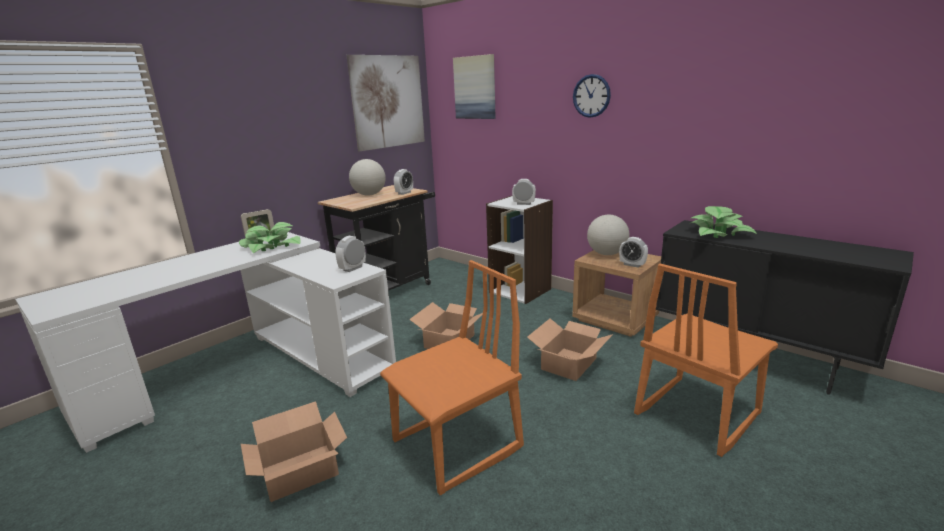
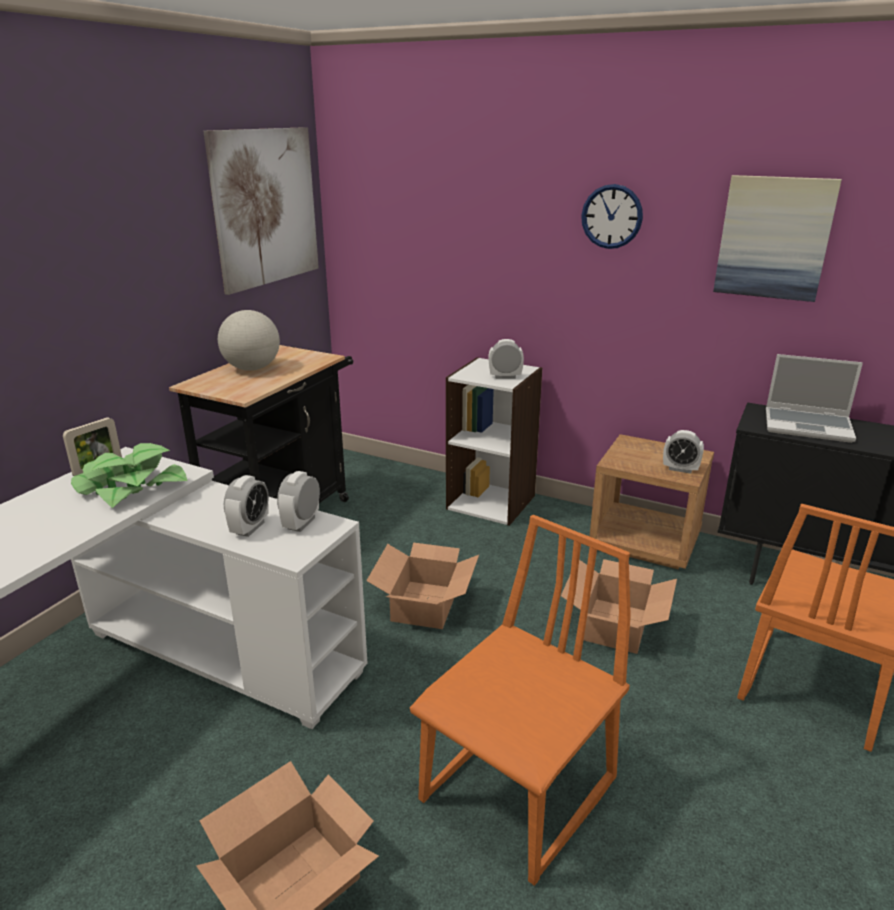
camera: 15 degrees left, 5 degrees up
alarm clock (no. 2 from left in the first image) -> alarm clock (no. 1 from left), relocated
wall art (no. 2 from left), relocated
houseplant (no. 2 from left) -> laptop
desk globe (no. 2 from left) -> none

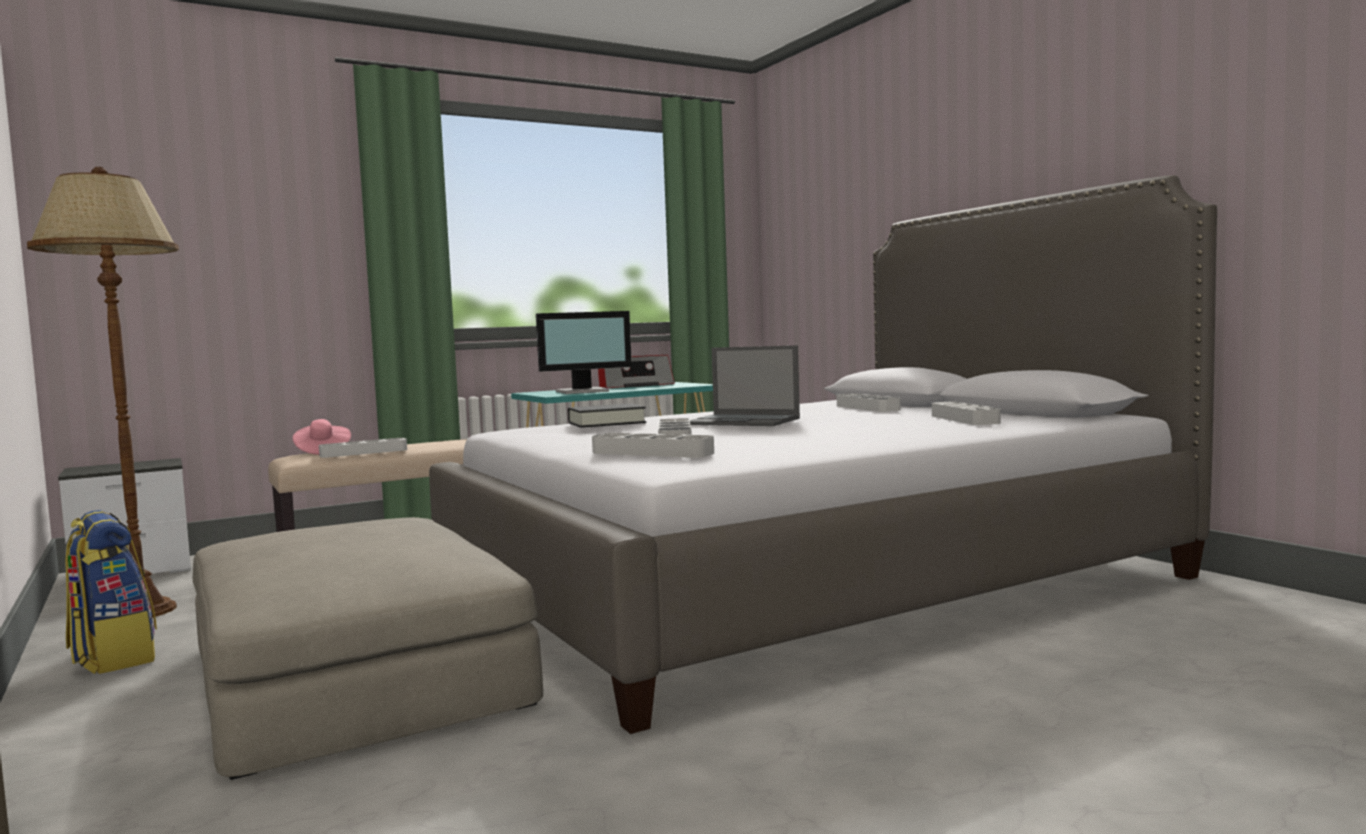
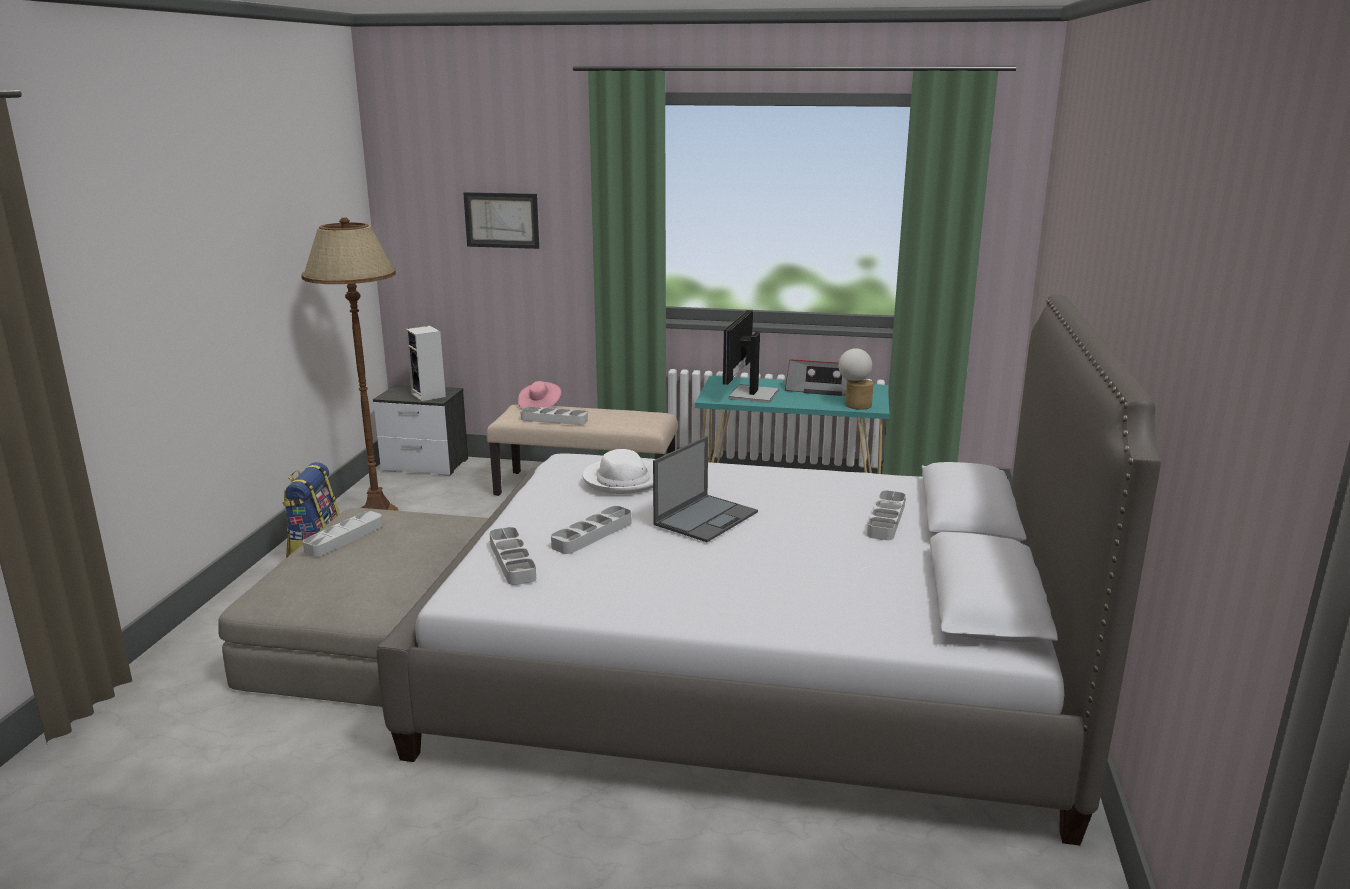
camera: 40 degrees right, 15 degrees up
greyish serving tray (no. 5 from left in the first image) -> greyish serving tray (no. 1 from left), relocated
none -> speaker
none -> wall art
black-coloured book -> white clothing hat
laptop, 120 degrees counterclockwise
computer screen, 90 degrees clockwise
none -> lamp for a table

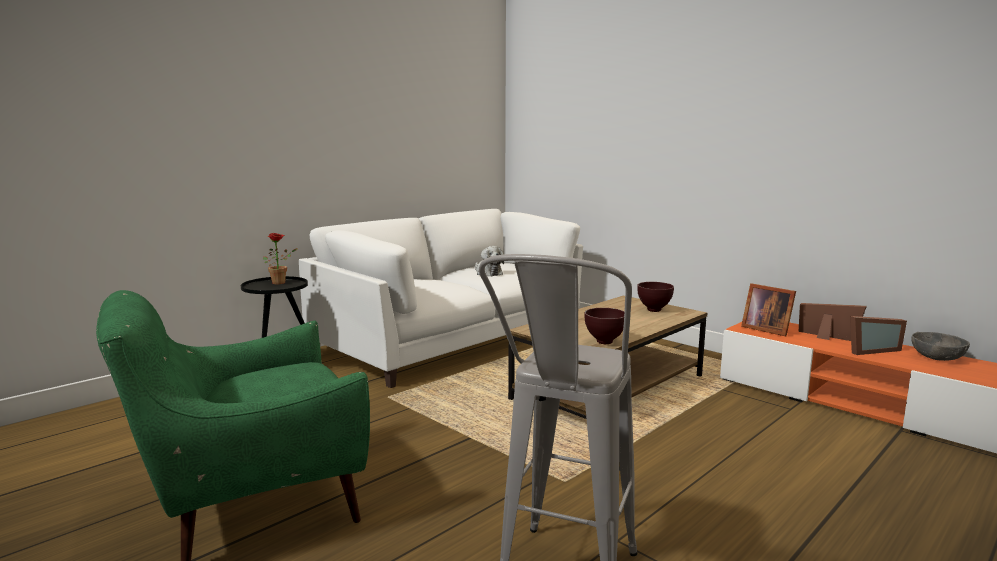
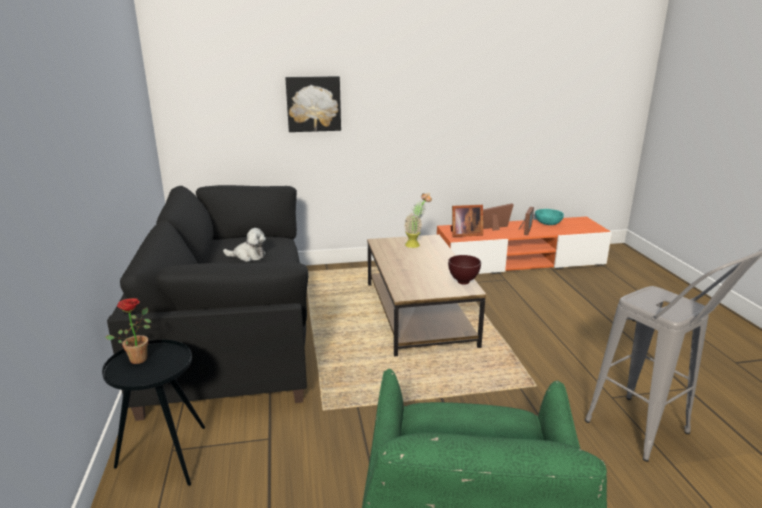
camera: 55 degrees left, 10 degrees up
white settee -> black-coloured settee
none -> wall art
brownish deep dish (no. 2 from left) -> houseplant (no. 2 from left)
greyish deep dish -> blue-green deep dish

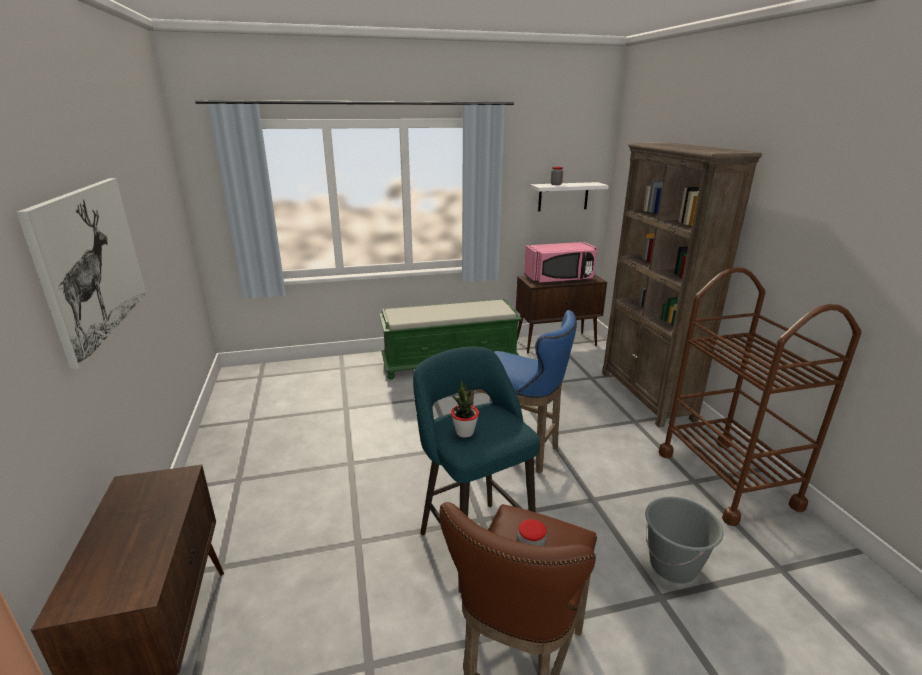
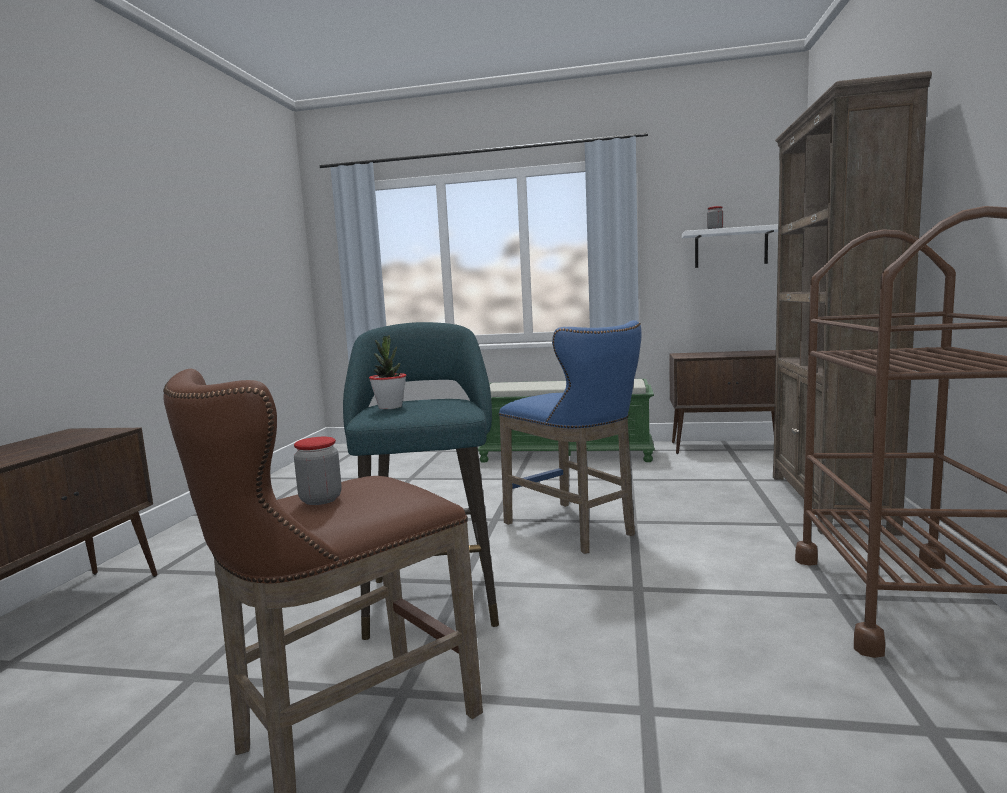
camera: 25 degrees right, 15 degrees down
wall art -> none
pink kitchen microwave -> none
greyish pail -> none

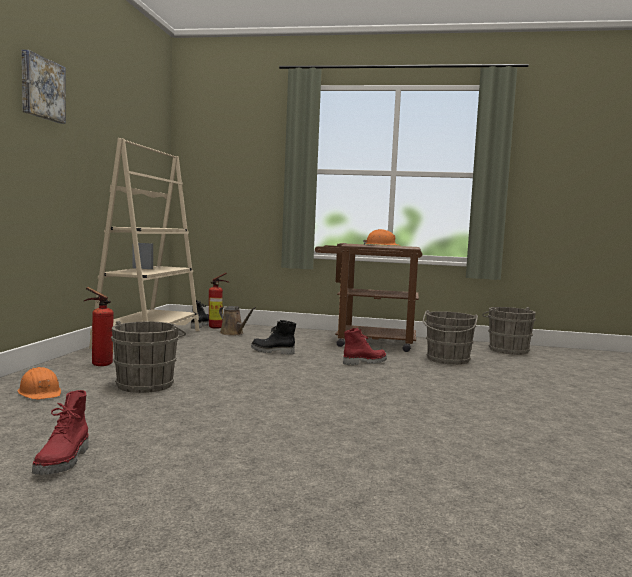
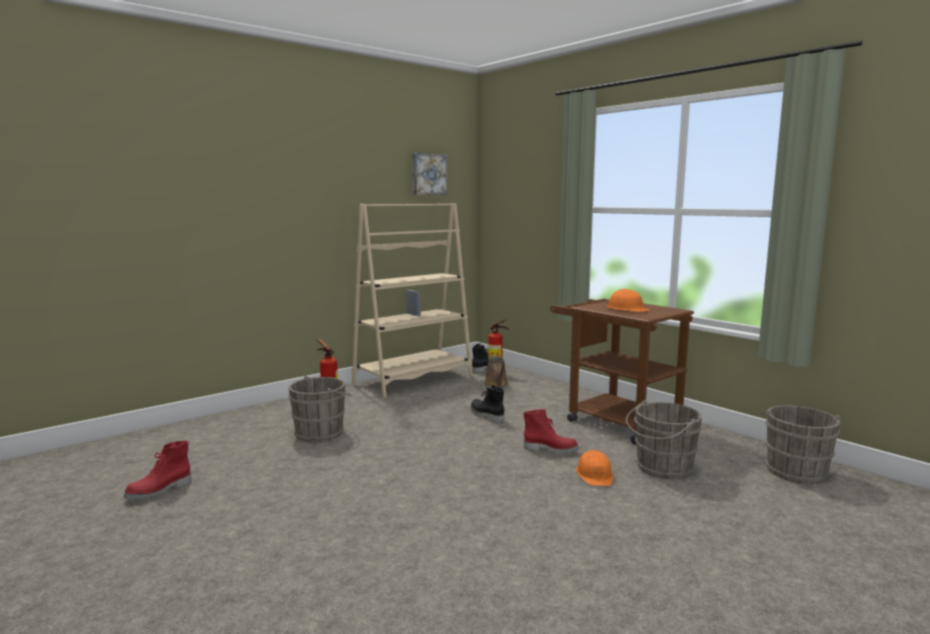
camera: 40 degrees right, 5 degrees up
wall art, relocated
orange-coloured work helmet (no. 1 from left), relocated

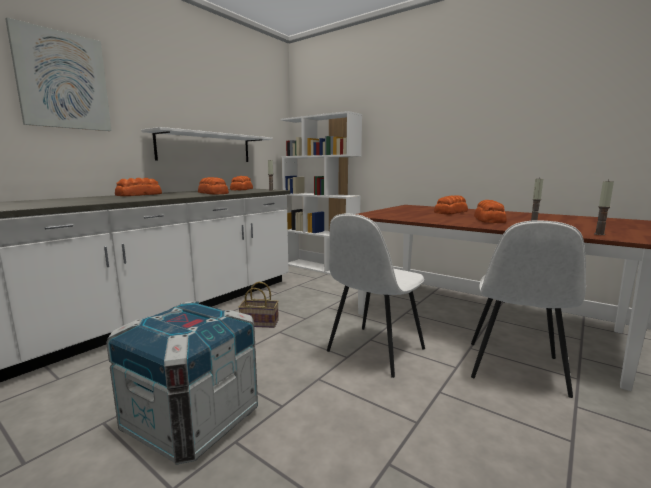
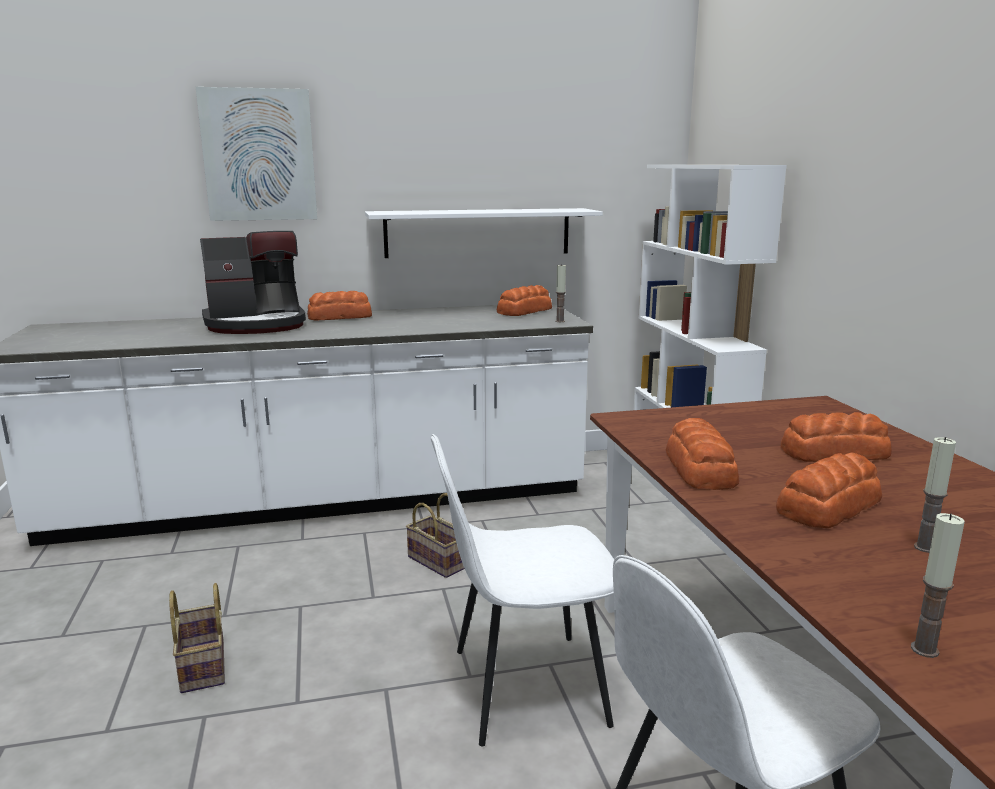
camera: 40 degrees right, 5 degrees up
packing crate -> household basket (no. 1 from left)
none -> coffee machine
bakery bread (no. 2 from left in the first image) -> bakery bread (no. 3 from left), relocated

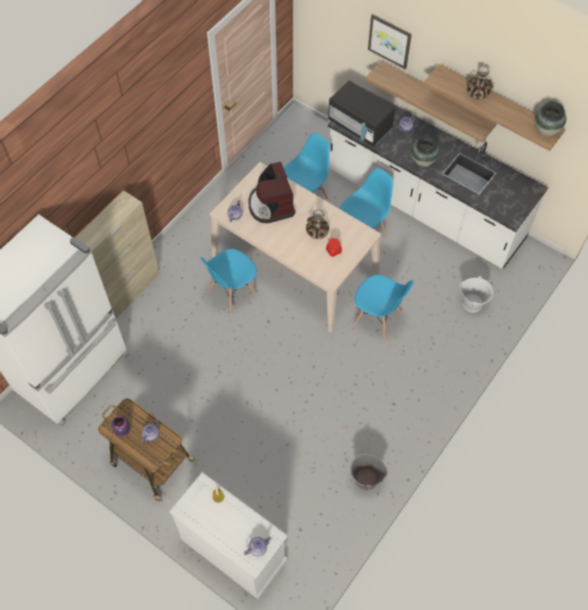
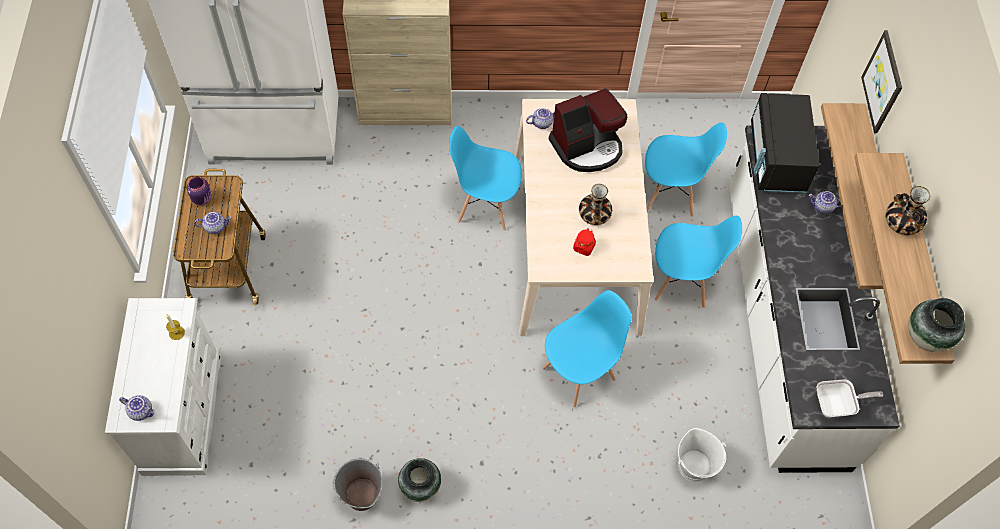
camera: 50 degrees right, 0 degrees up
decorative vase (no. 2 from left in the first image) -> decorative vase (no. 1 from left), relocated
bluish chair (no. 4 from left in the first image) -> bluish chair (no. 2 from left), 120 degrees counterclockwise
coffee machine, 150 degrees counterclockwise
none -> pan

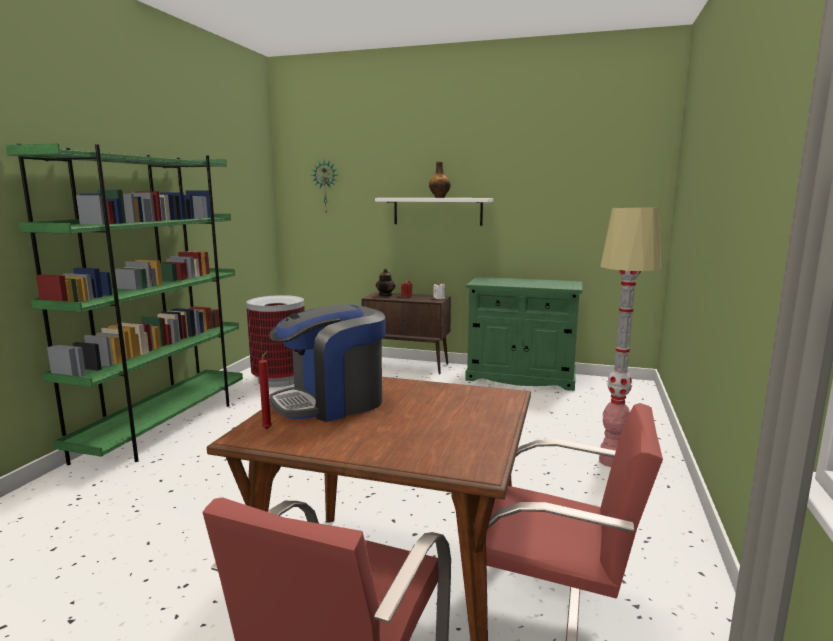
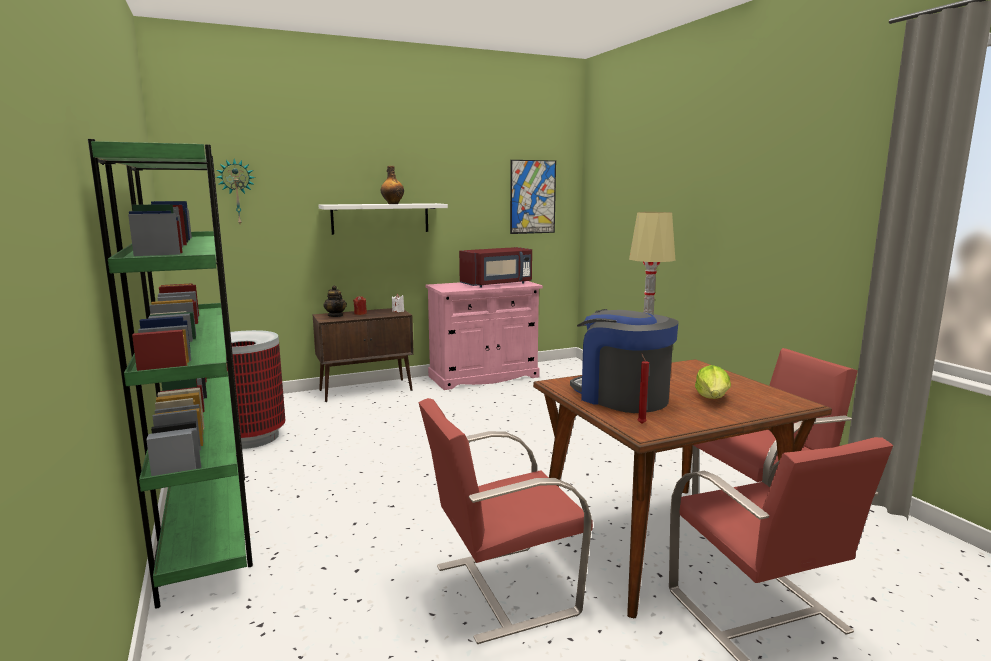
camera: 40 degrees left, 0 degrees up
none -> reddish chair (no. 1 from left)
green cabinet -> pink cabinet
none -> reddish kitchen microwave
none -> wall art
coffee machine, 120 degrees clockwise
none -> head of lettuce

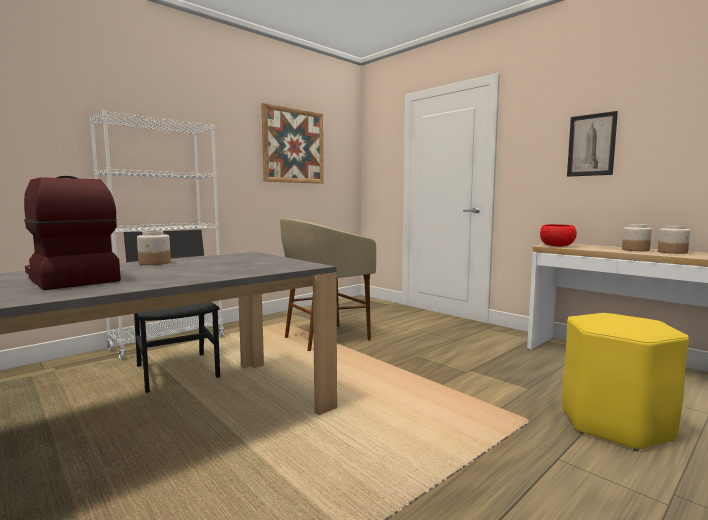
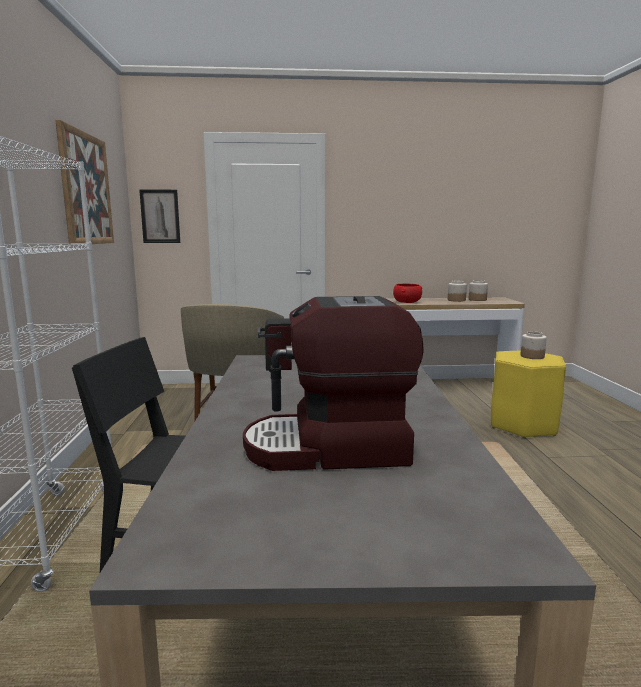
camera: 50 degrees left, 5 degrees up
wall art (no. 2 from left), relocated
storage jar (no. 1 from left in the first image) -> storage jar (no. 3 from left), relocated

